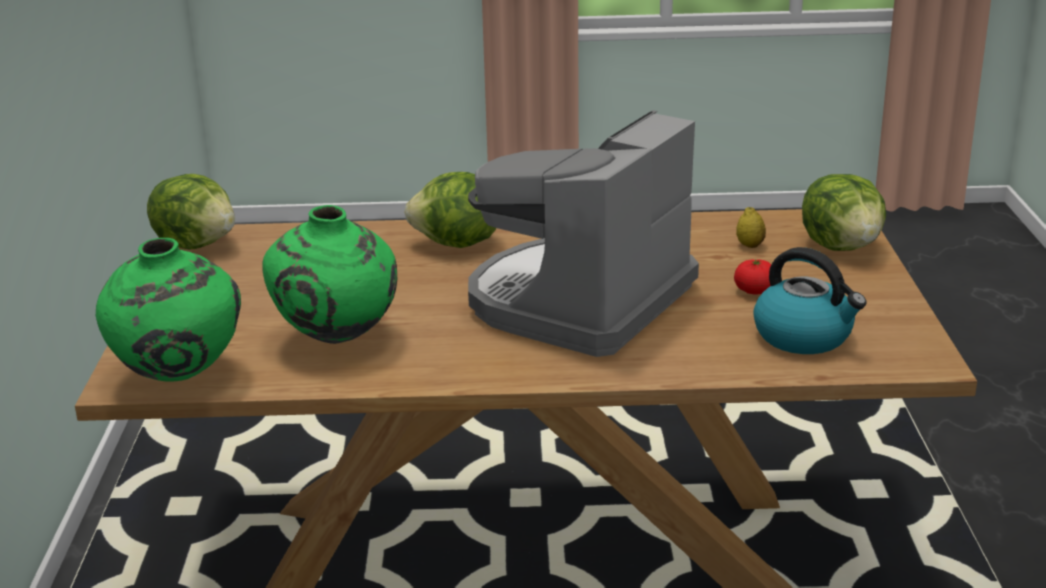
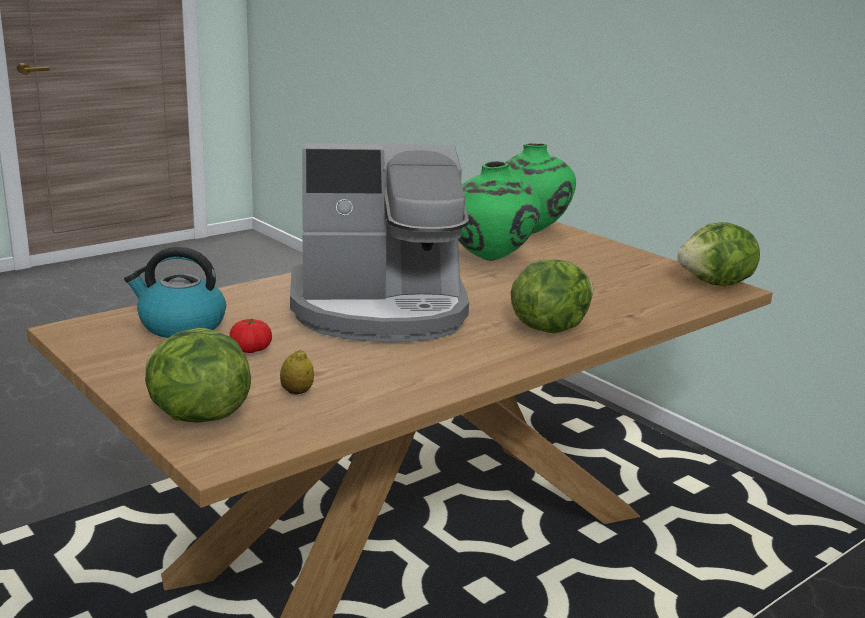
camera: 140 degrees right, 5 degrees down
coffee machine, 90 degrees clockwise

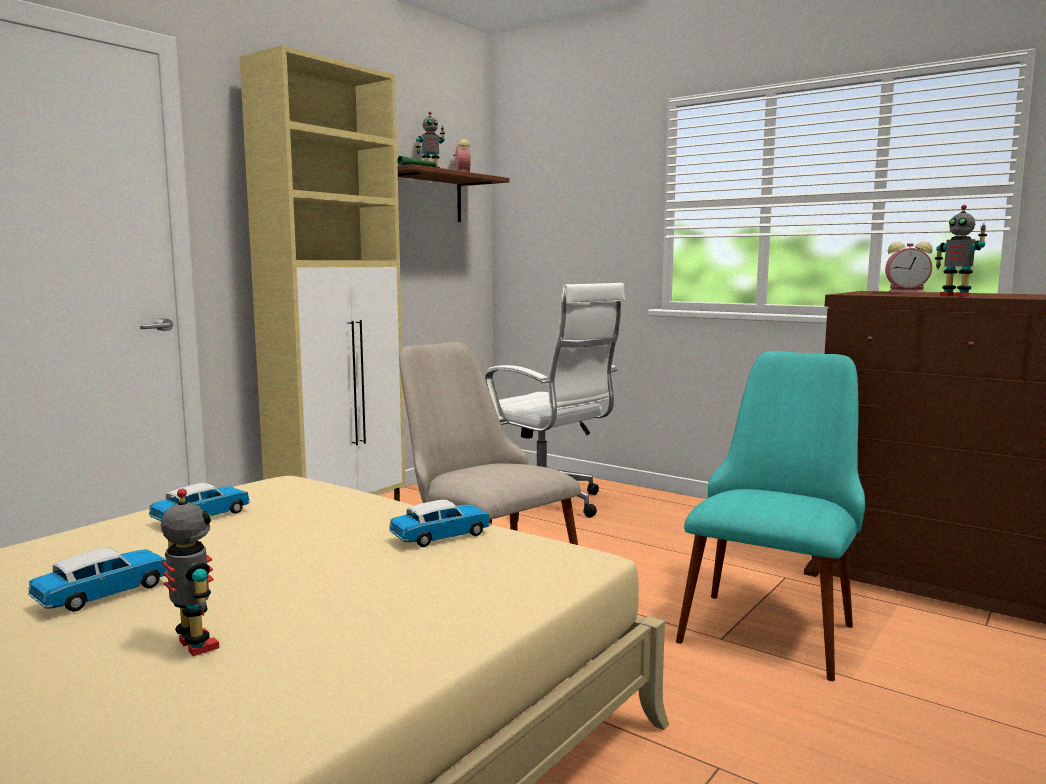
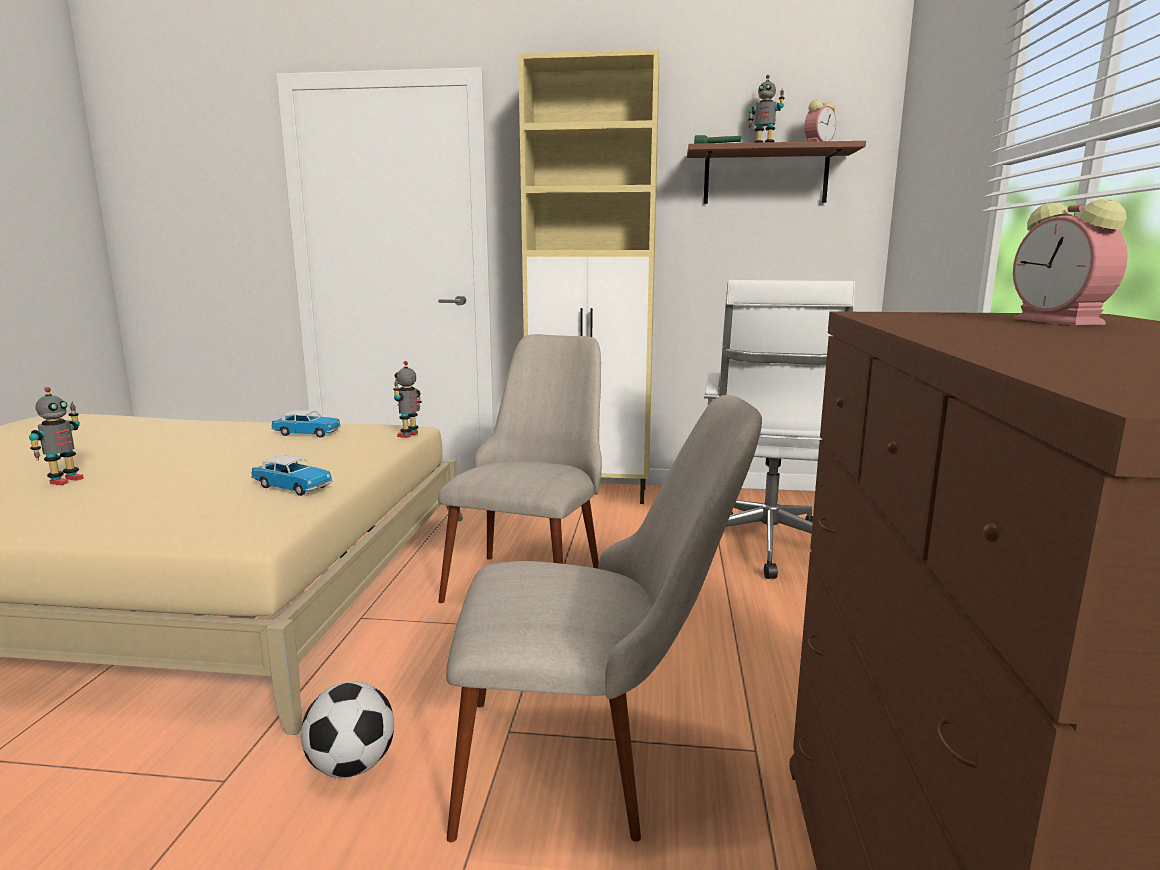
camera: 60 degrees right, 5 degrees up
none -> football
robot figure (no. 3 from left in the first image) -> robot figure (no. 2 from left), relocated
blue-green chair -> beige chair (no. 2 from left)
toy car (no. 1 from left) -> none

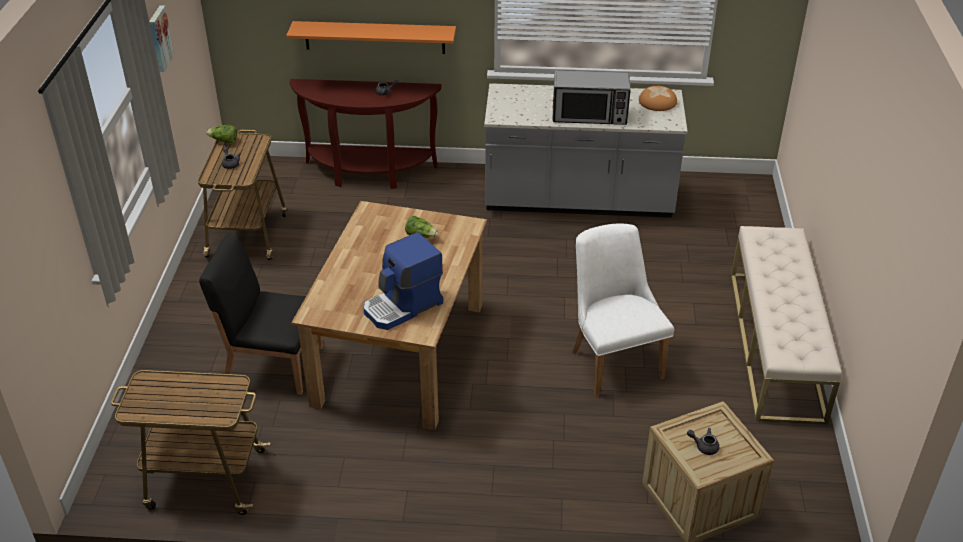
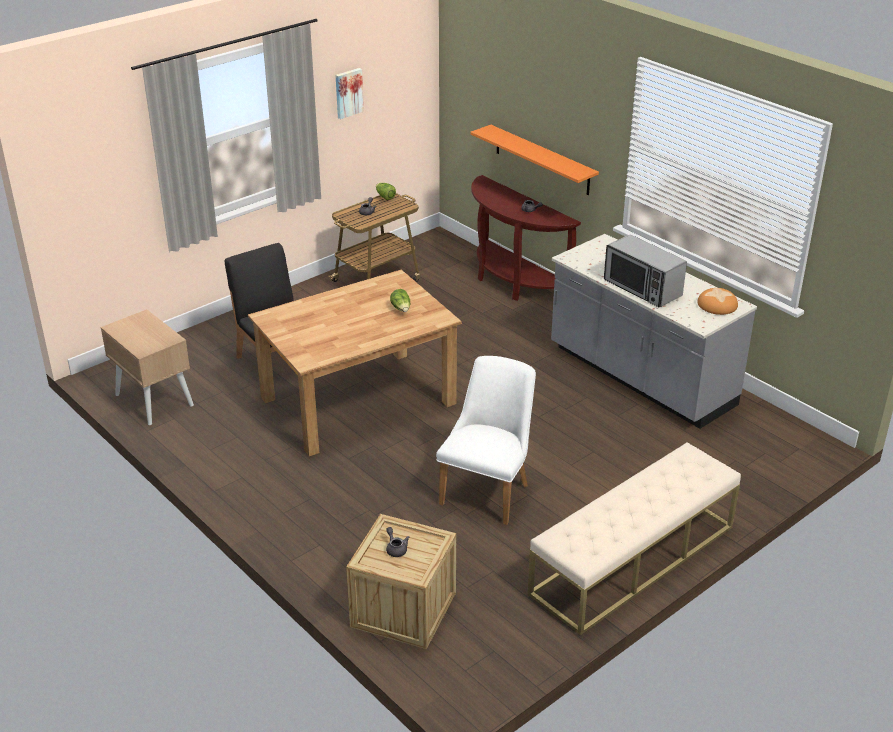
camera: 45 degrees right, 5 degrees down
wheeled cart (no. 1 from left) -> beige bedside table
coffee machine -> none

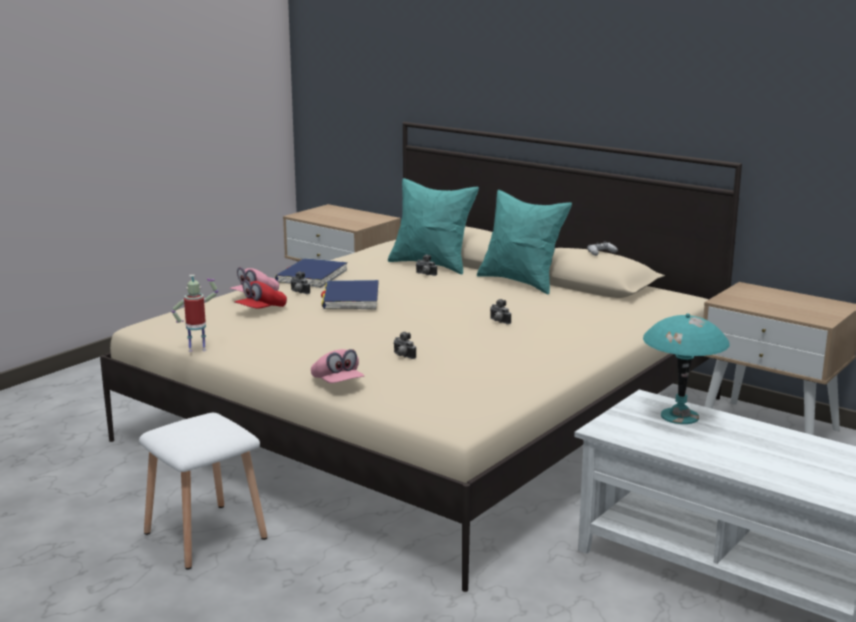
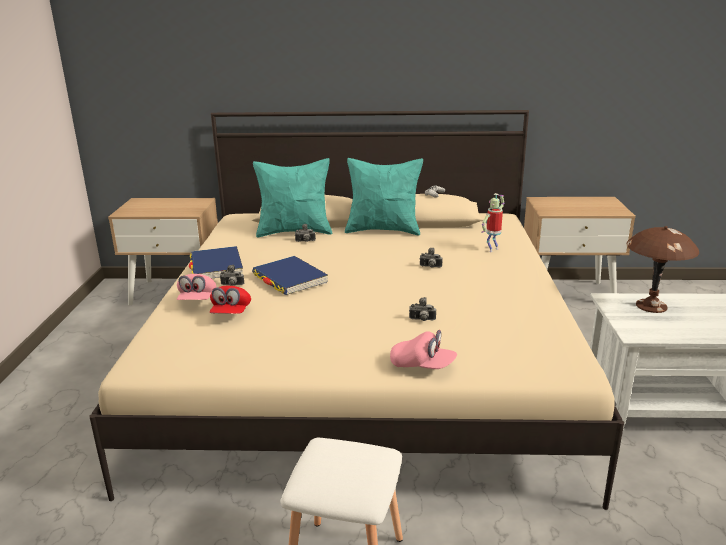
camera: 35 degrees left, 5 degrees up
robot figure, relocated
blue-green lamp for a table -> brownish lamp for a table

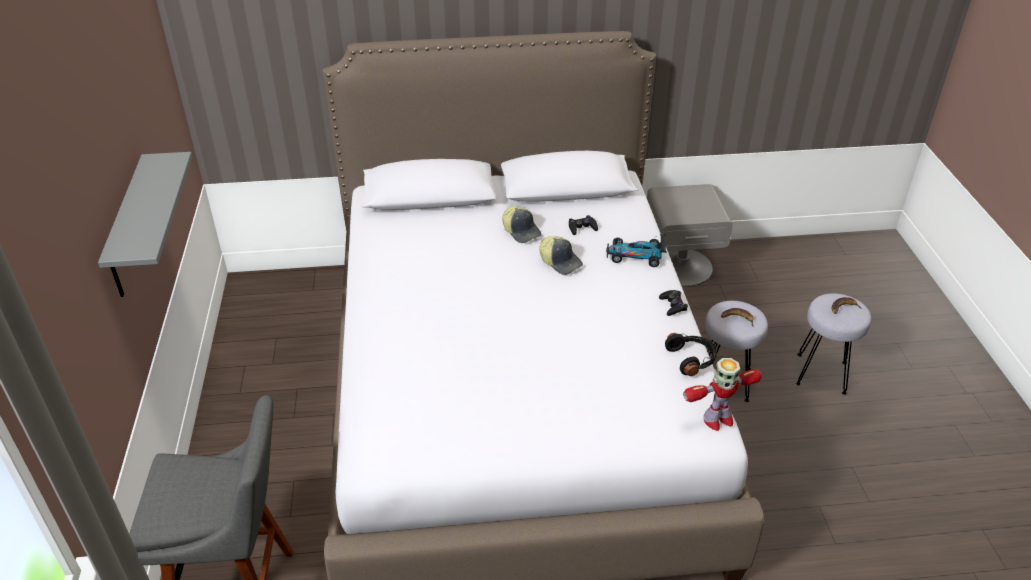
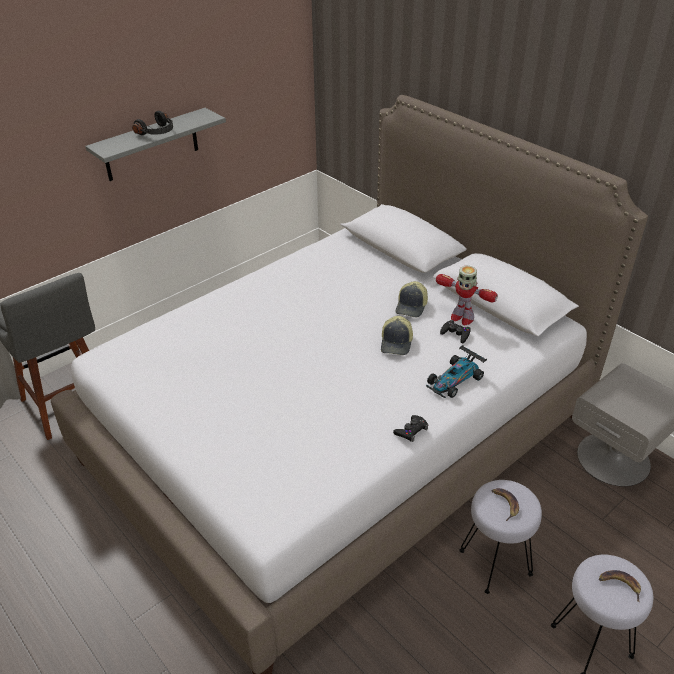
camera: 55 degrees right, 0 degrees up
black-coloured headset, relocated
toy car, 105 degrees counterclockwise
robot figure, relocated

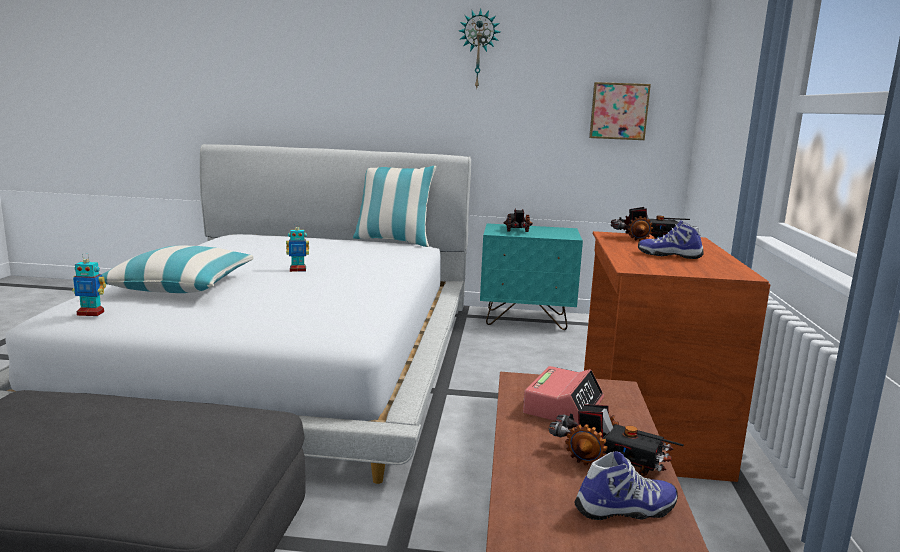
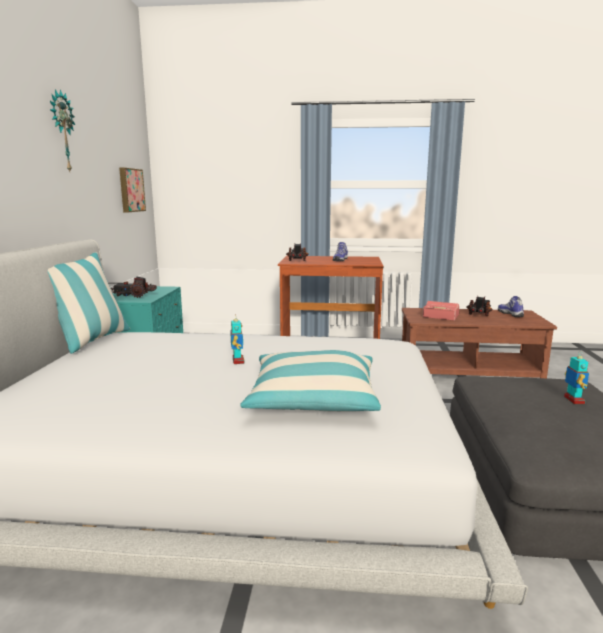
camera: 90 degrees left, 0 degrees up
robot figure (no. 1 from left in the first image) -> robot figure (no. 2 from left), relocated

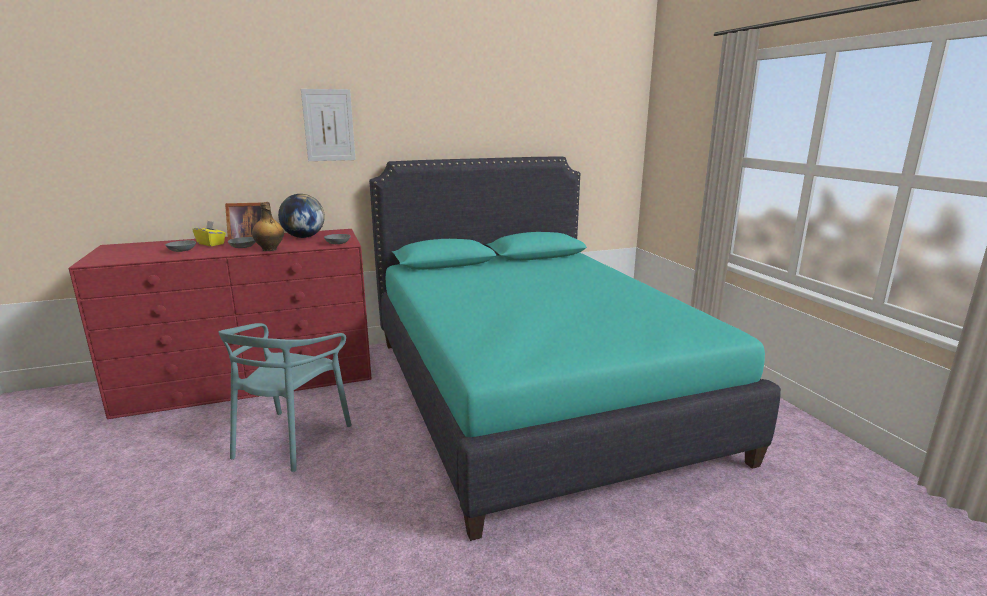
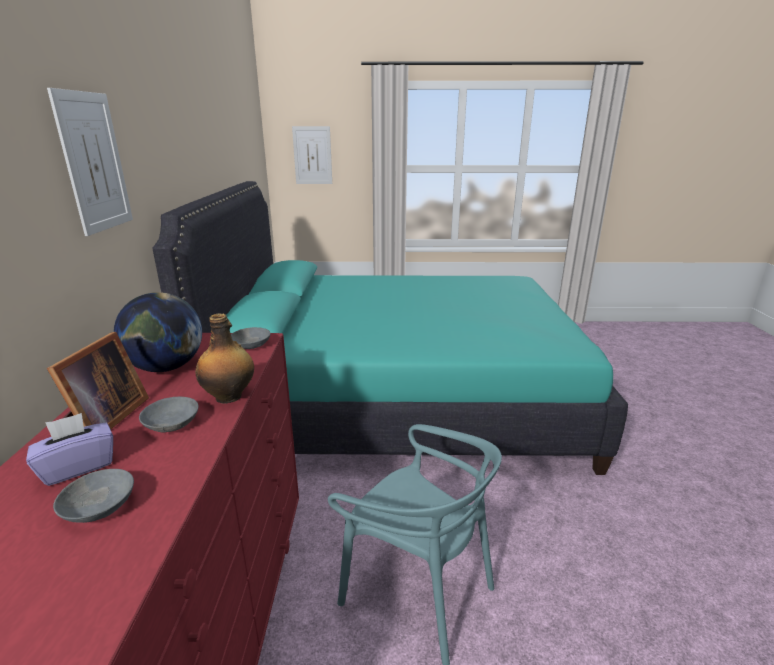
camera: 70 degrees left, 5 degrees up
yellowish tissue box -> purplish tissue box
none -> wall art (no. 2 from left)

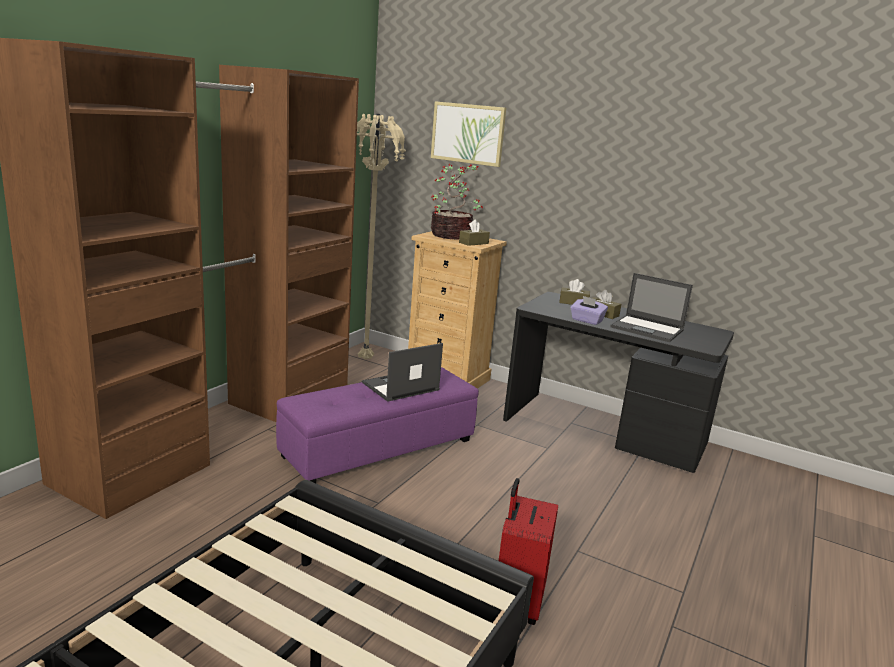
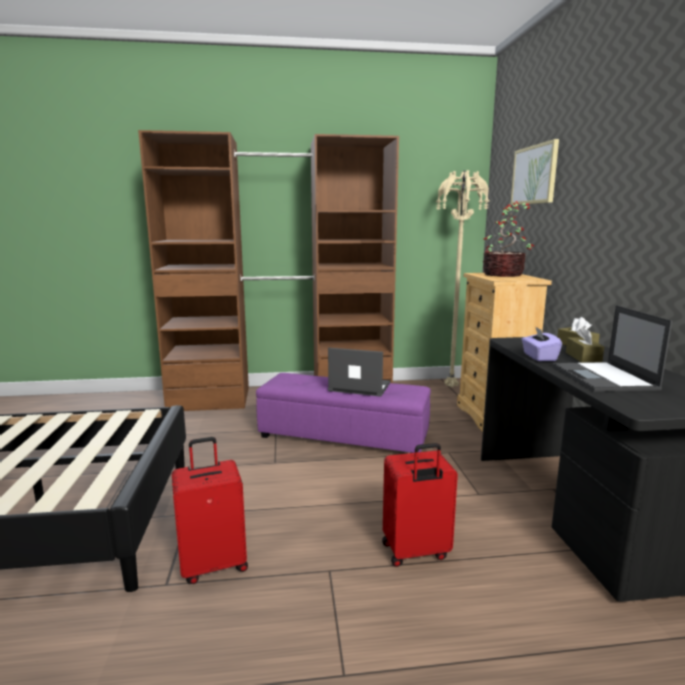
camera: 55 degrees right, 5 degrees down
none -> reddish piece of luggage (no. 2 from left)
brownish tissue box (no. 1 from left) -> none

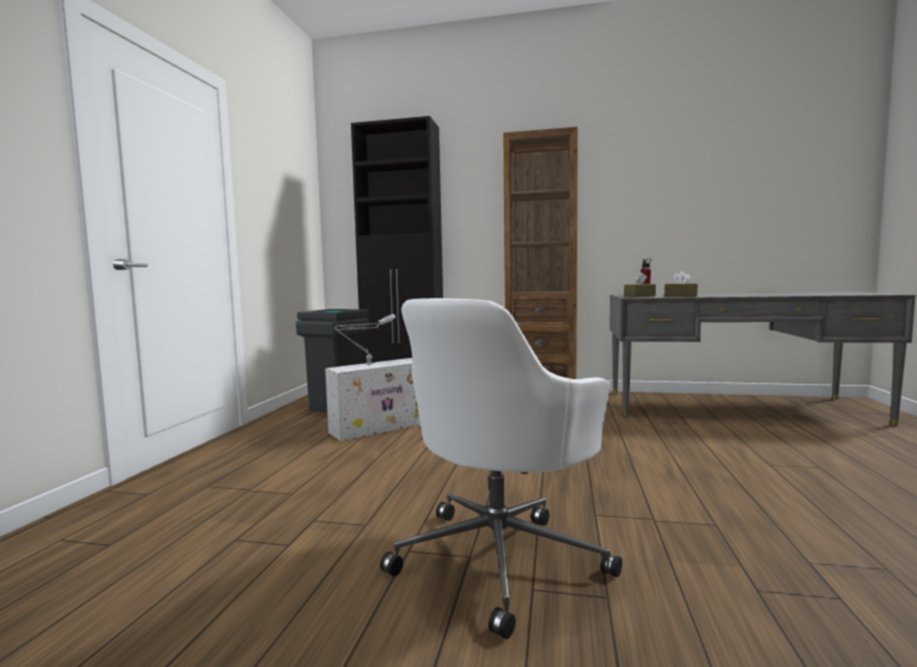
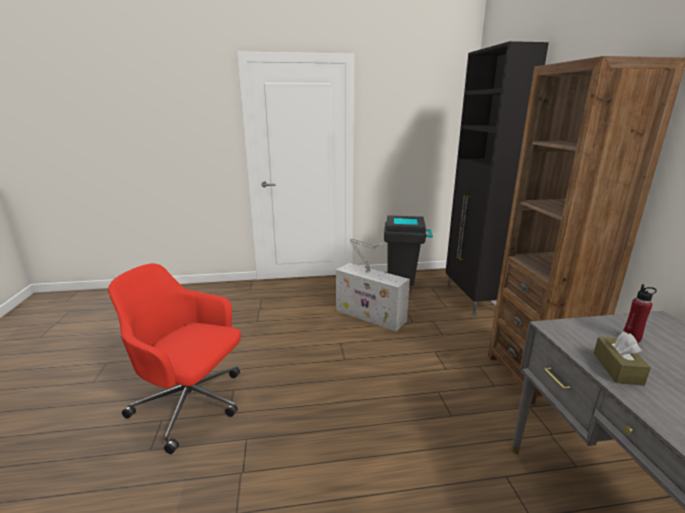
camera: 70 degrees right, 15 degrees up
white office chair -> reddish office chair
brownish tissue box (no. 1 from left) -> none

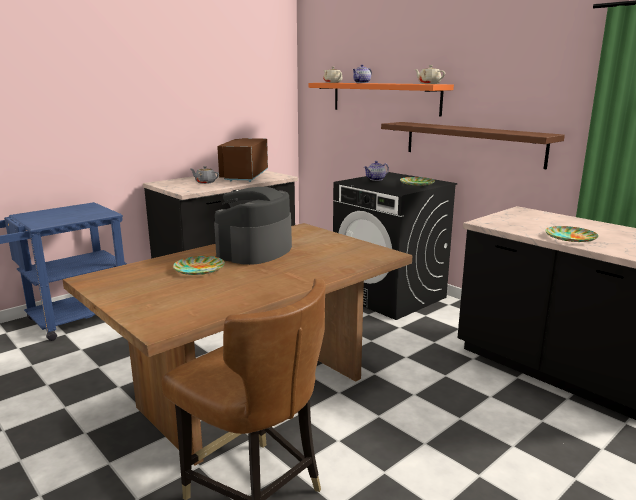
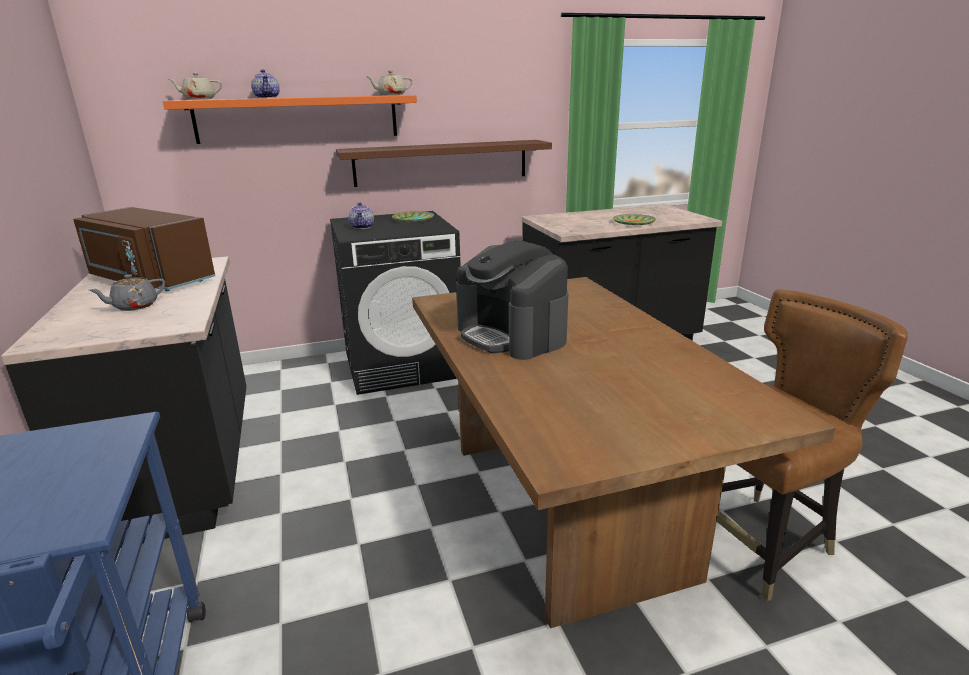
camera: 65 degrees left, 5 degrees up
dinner plate (no. 1 from left) -> none

